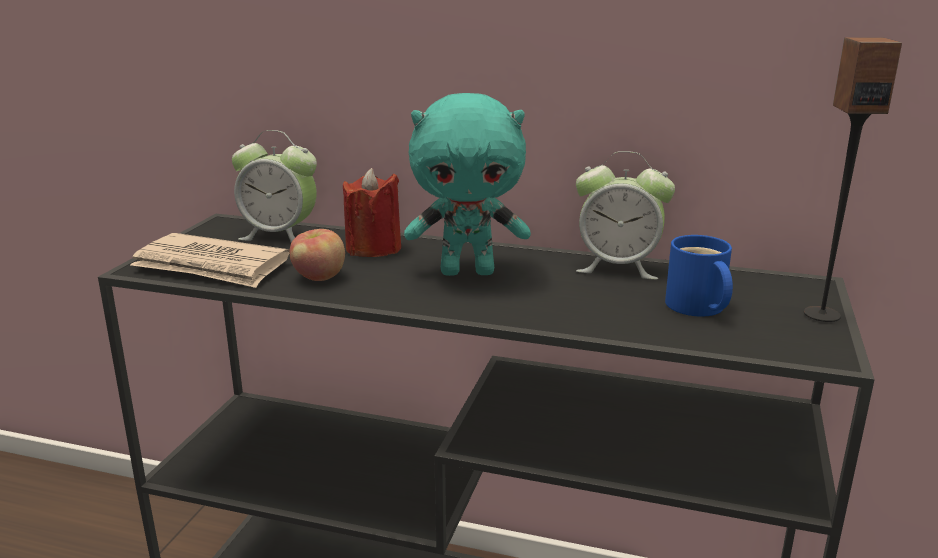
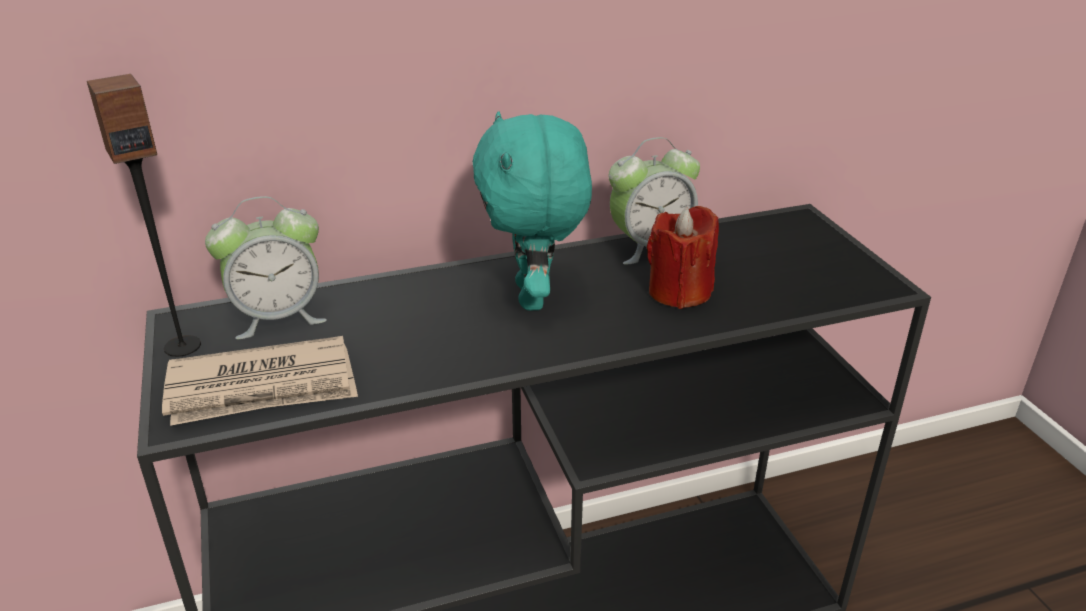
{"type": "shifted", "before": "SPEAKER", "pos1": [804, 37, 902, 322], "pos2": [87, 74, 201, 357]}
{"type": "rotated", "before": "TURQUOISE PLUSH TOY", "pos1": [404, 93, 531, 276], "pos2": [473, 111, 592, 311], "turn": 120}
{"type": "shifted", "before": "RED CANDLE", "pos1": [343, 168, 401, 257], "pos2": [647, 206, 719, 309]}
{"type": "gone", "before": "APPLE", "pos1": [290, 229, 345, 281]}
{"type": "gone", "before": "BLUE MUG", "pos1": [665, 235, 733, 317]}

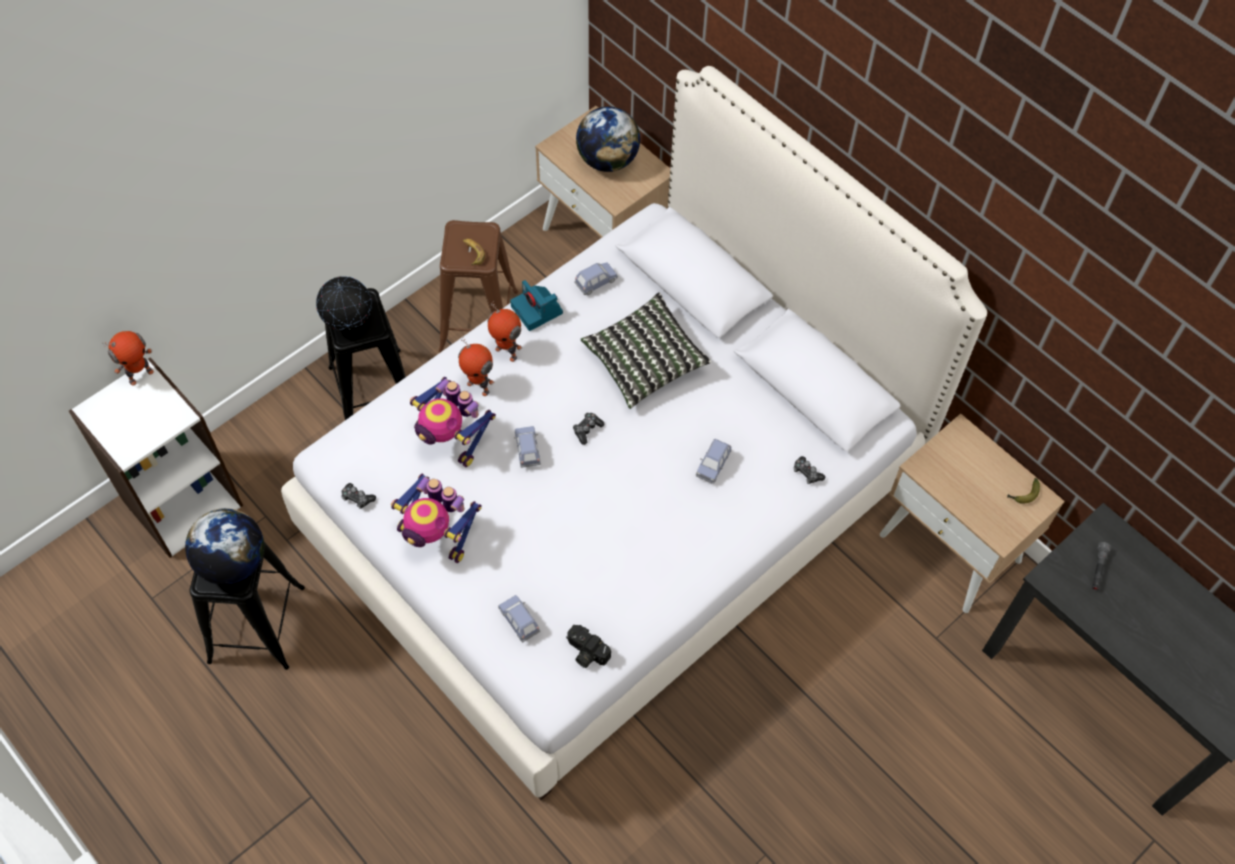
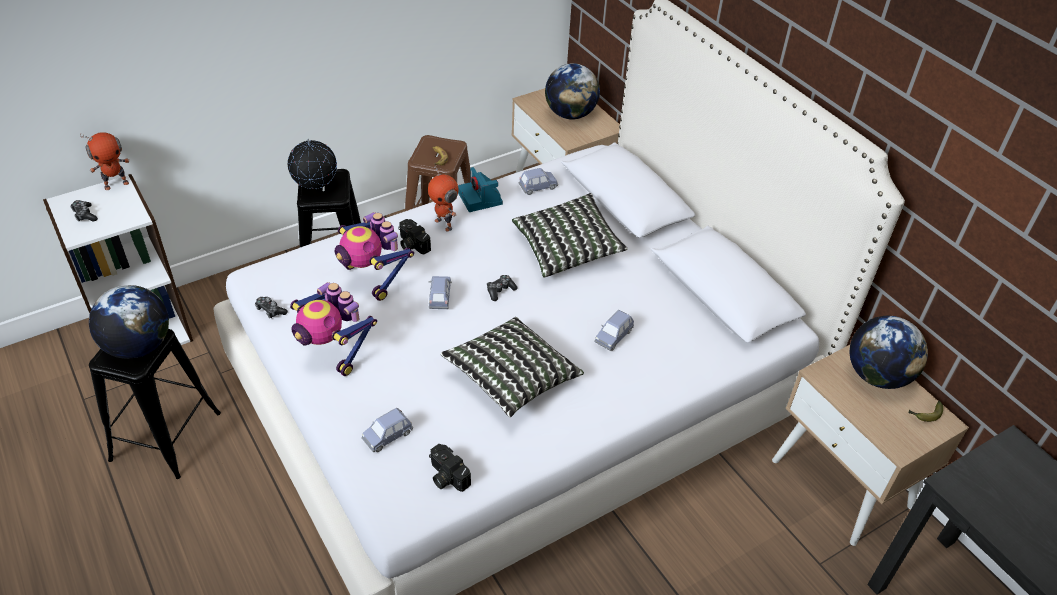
{"type": "shifted", "before": "GAME CONTROLLER", "pos1": [794, 456, 825, 484], "pos2": [70, 200, 98, 222]}
{"type": "rotated", "before": "BLUE TOY CAR", "pos1": [498, 595, 540, 642], "pos2": [361, 408, 413, 452], "turn": -105}
{"type": "swapped", "before": "TOY ROBOT", "after": "PHOTO CAMERA", "pos1": [458, 337, 495, 396], "pos2": [398, 219, 431, 255]}
{"type": "new", "after": "PILLOW", "pos2": [440, 317, 584, 418]}
{"type": "new", "after": "GLOBE", "pos2": [850, 316, 928, 389]}
{"type": "gone", "before": "GREY FLASHLIGHT", "pos1": [1092, 542, 1111, 590]}

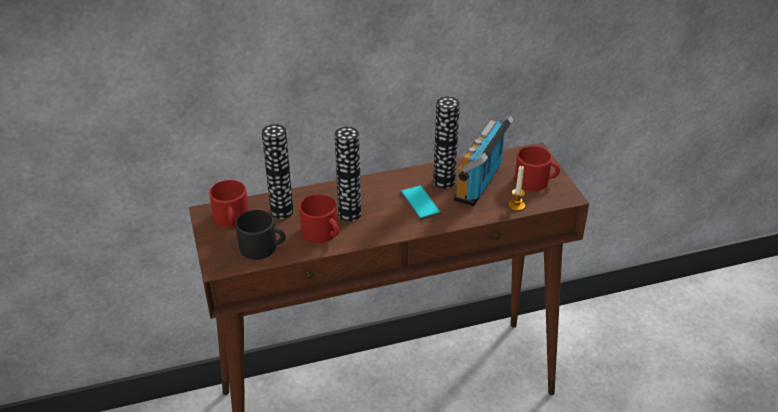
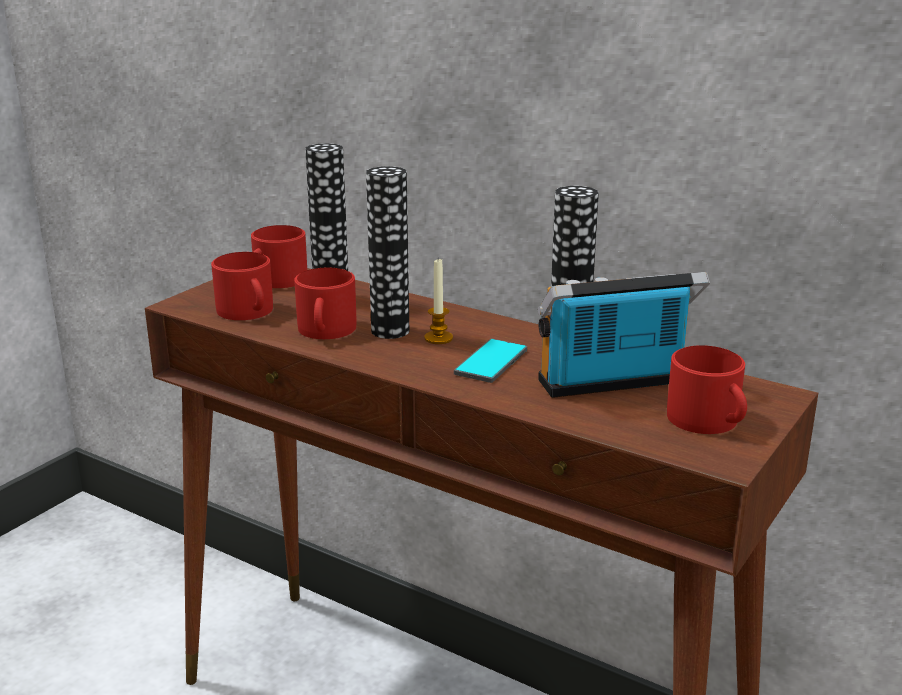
{"type": "repainted", "before": "BLACK MUG", "after": "RED MUG", "pos1": [236, 210, 285, 260], "pos2": [211, 252, 273, 320]}
{"type": "shifted", "before": "CANDLE", "pos1": [508, 166, 525, 211], "pos2": [424, 259, 453, 344]}

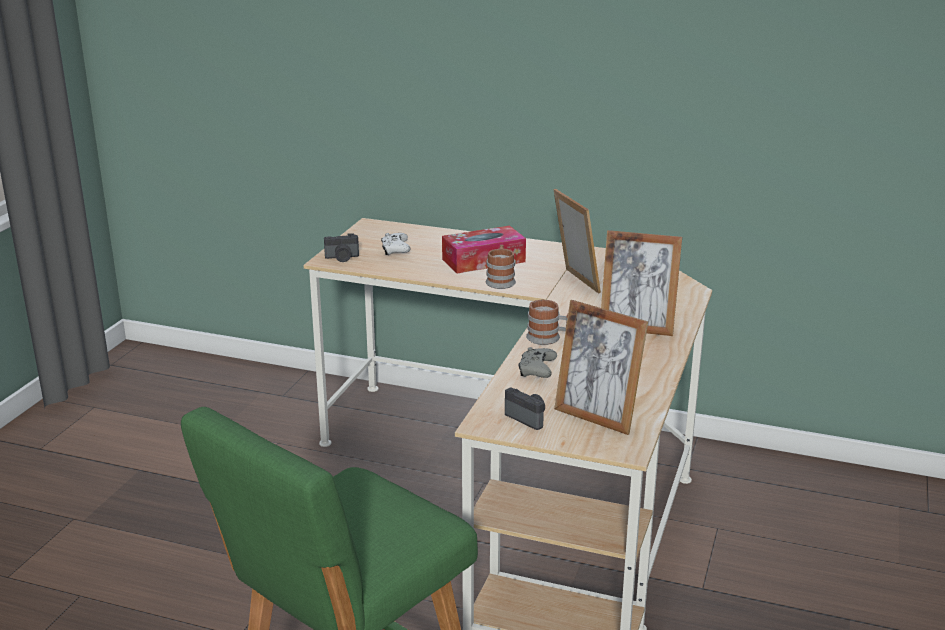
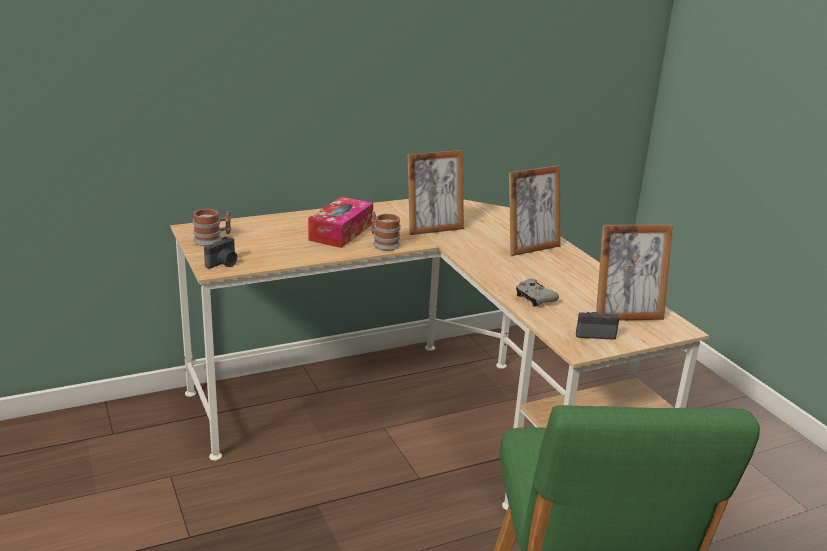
{"type": "shifted", "before": "MUG", "pos1": [526, 299, 568, 345], "pos2": [193, 209, 231, 246]}
{"type": "rotated", "before": "PICTURE FRAME", "pos1": [553, 189, 601, 294], "pos2": [407, 150, 464, 235], "turn": 135}
{"type": "gone", "before": "WHITE GAME CONTROLLER", "pos1": [381, 233, 411, 255]}

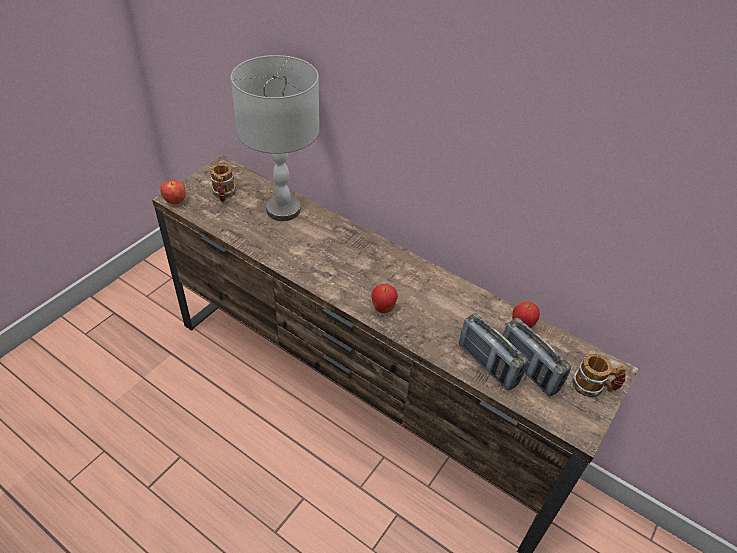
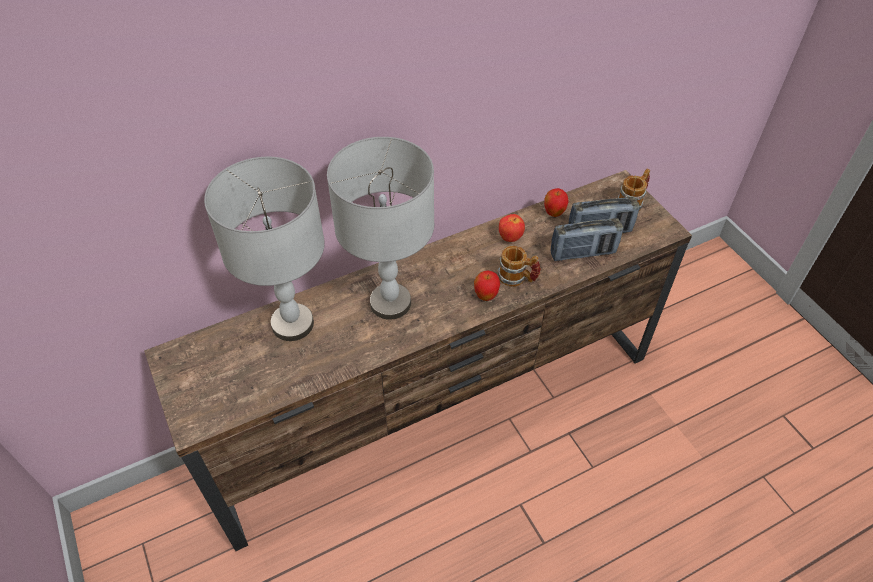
{"type": "new", "after": "GREY TABLE LAMP", "pos2": [327, 137, 434, 320]}
{"type": "shifted", "before": "MUG", "pos1": [210, 163, 236, 202], "pos2": [498, 246, 541, 287]}
{"type": "shifted", "before": "APPLE", "pos1": [160, 179, 186, 204], "pos2": [499, 214, 525, 242]}

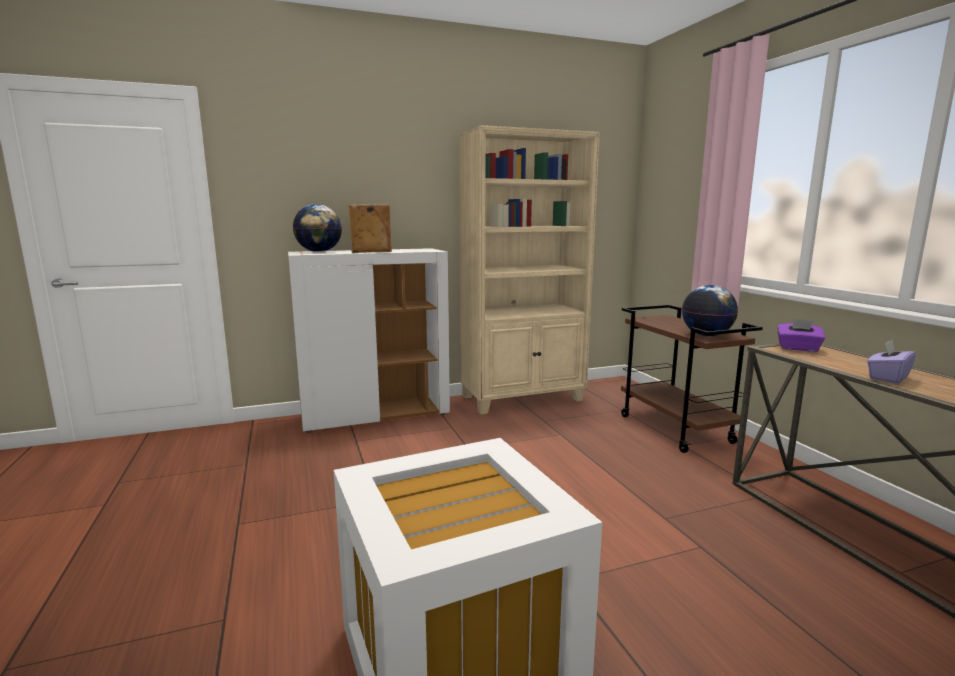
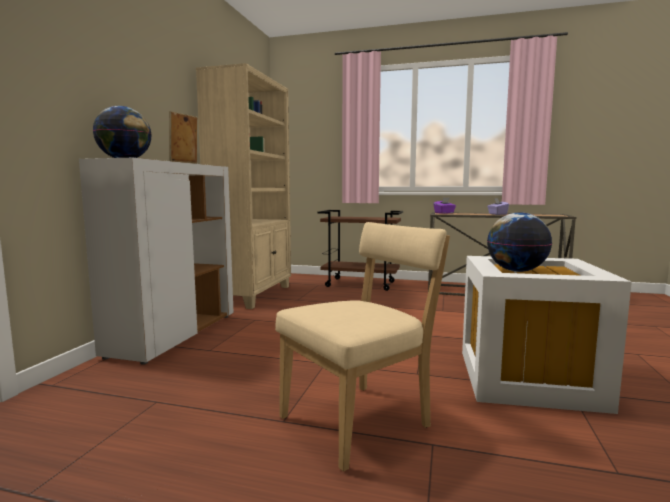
{"type": "new", "after": "BEIGE CHAIR", "pos2": [275, 222, 450, 472]}
{"type": "shifted", "before": "GLOBE", "pos1": [682, 285, 738, 336], "pos2": [487, 212, 552, 272]}

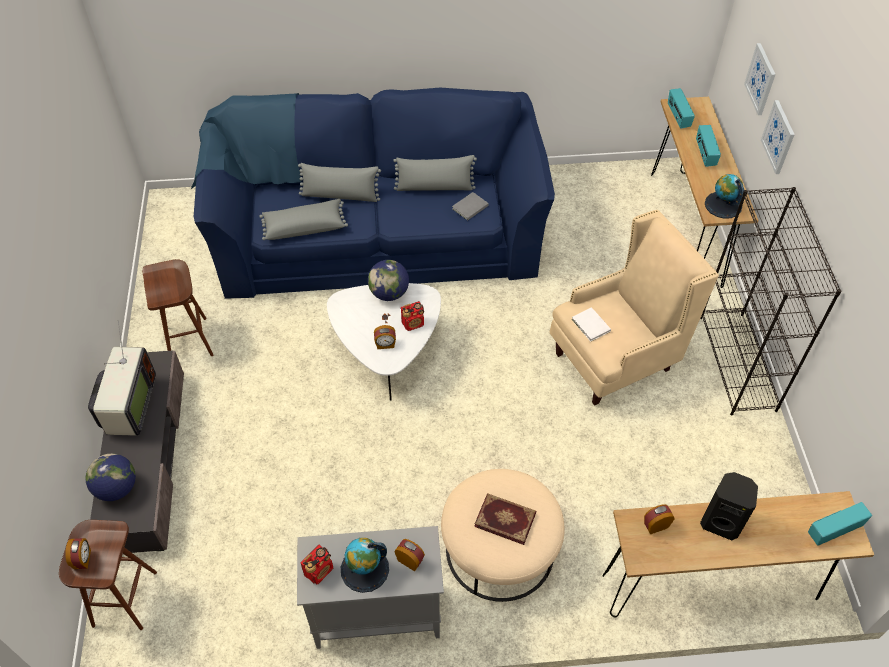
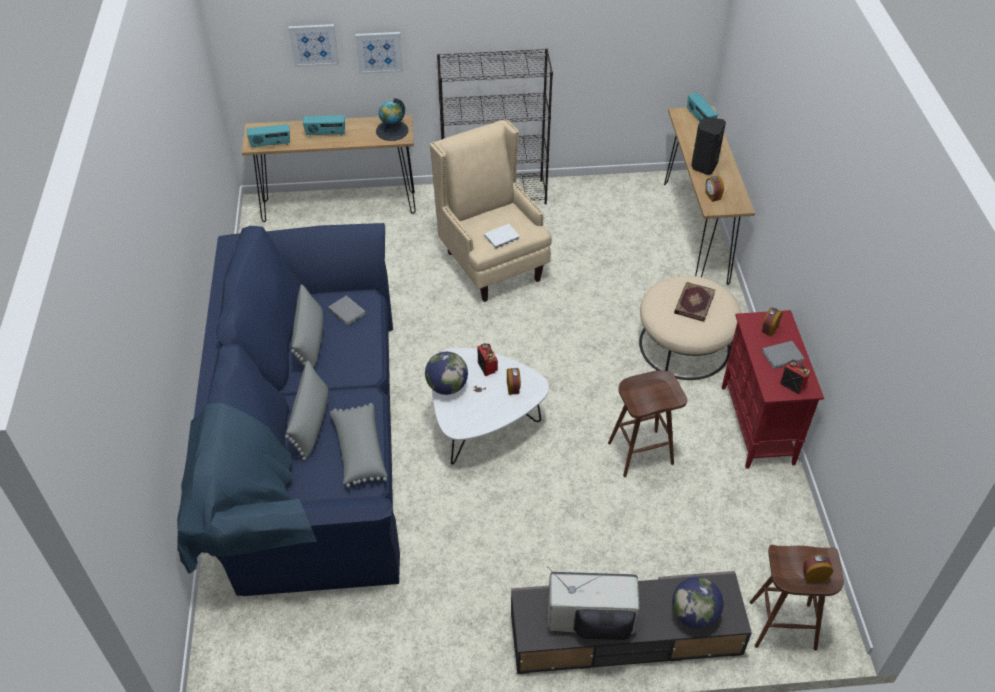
{"type": "shifted", "before": "BROWN STOOL", "pos1": [142, 259, 213, 356], "pos2": [608, 370, 687, 477]}
{"type": "repainted", "before": "GREY CABINET", "after": "RED CABINET", "pos1": [297, 526, 444, 649], "pos2": [722, 310, 824, 469]}
{"type": "swapped", "before": "GLOBE", "after": "GREY BOOK", "pos1": [341, 538, 389, 593], "pos2": [762, 341, 805, 369]}

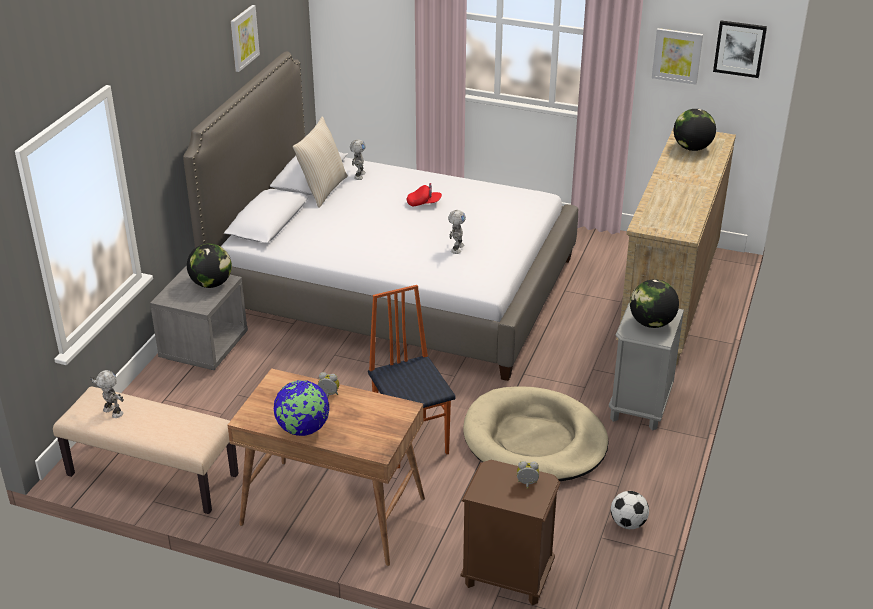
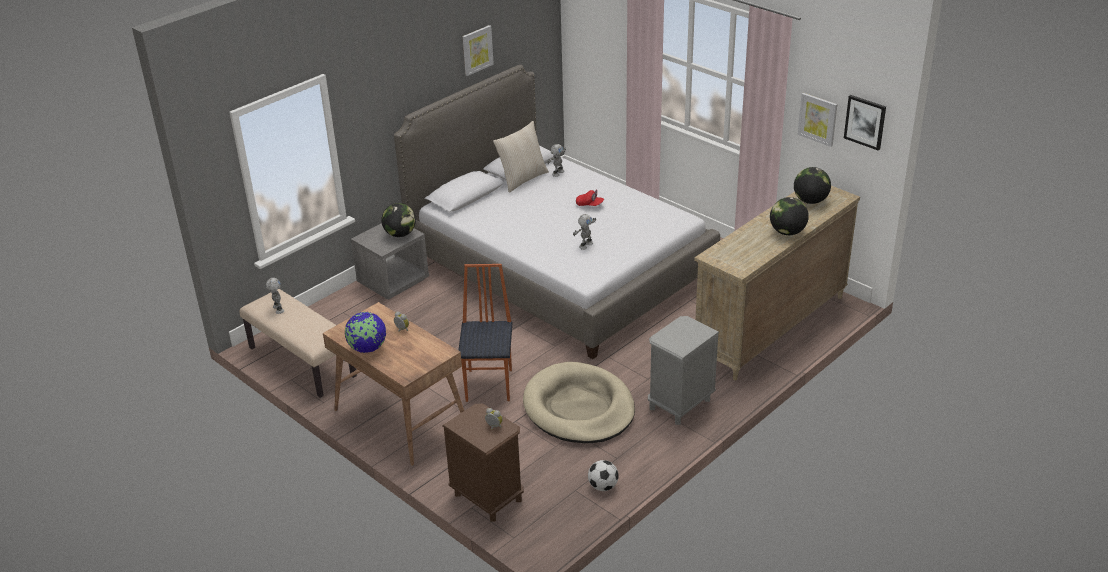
{"type": "shifted", "before": "GLOBE", "pos1": [630, 279, 679, 328], "pos2": [770, 197, 809, 235]}

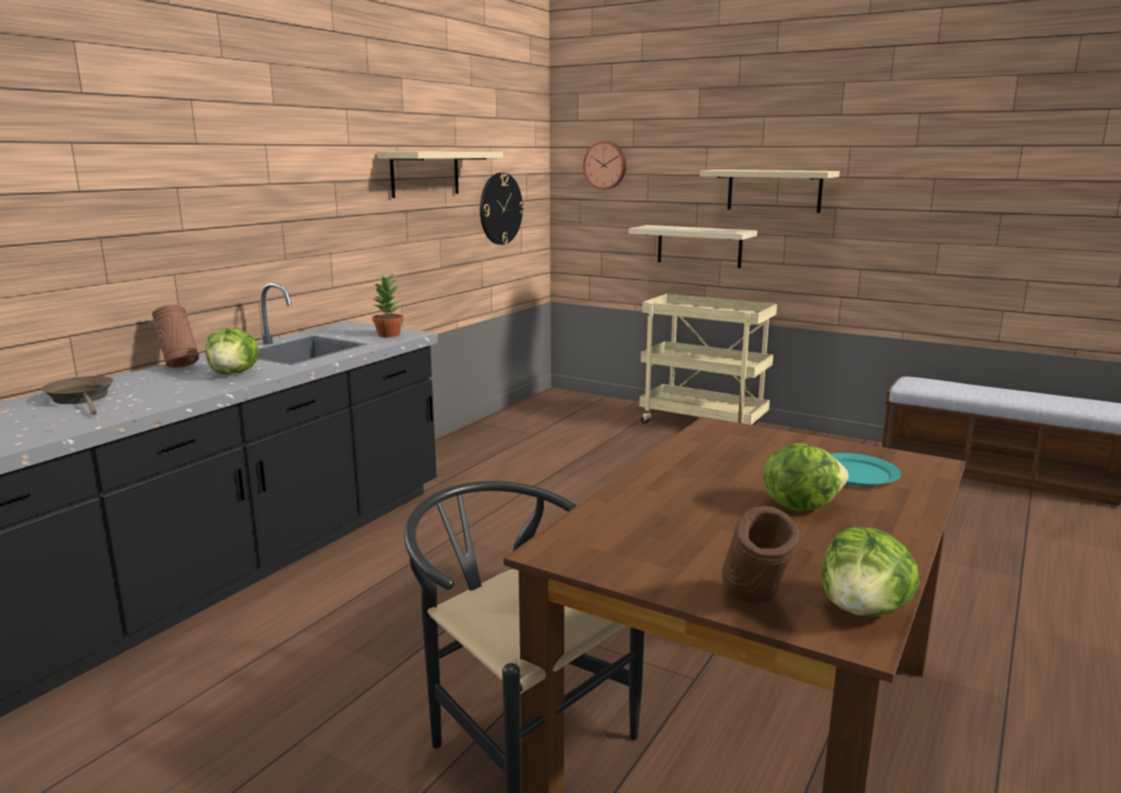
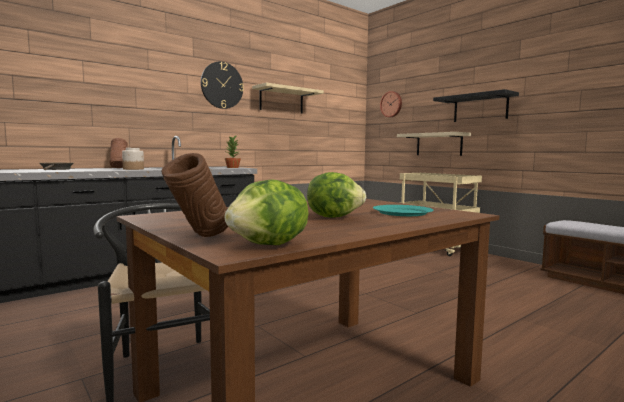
{"type": "swapped", "before": "LETTUCE", "after": "JAR", "pos1": [205, 328, 259, 375], "pos2": [122, 148, 144, 170]}
{"type": "shifted", "before": "WALL CLOCK", "pos1": [480, 173, 524, 245], "pos2": [201, 61, 244, 109]}
{"type": "repainted", "before": "BEIGE SHELF", "after": "BLACK SHELF", "pos1": [700, 170, 840, 213], "pos2": [433, 89, 519, 122]}

